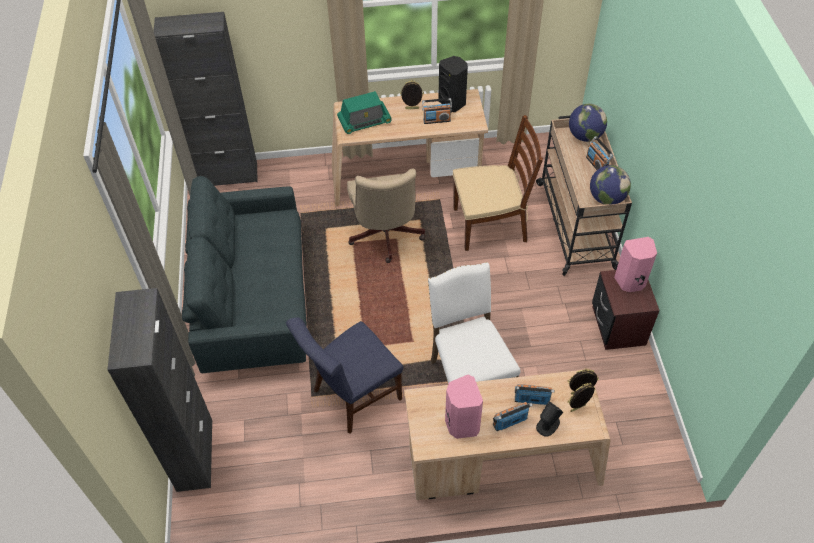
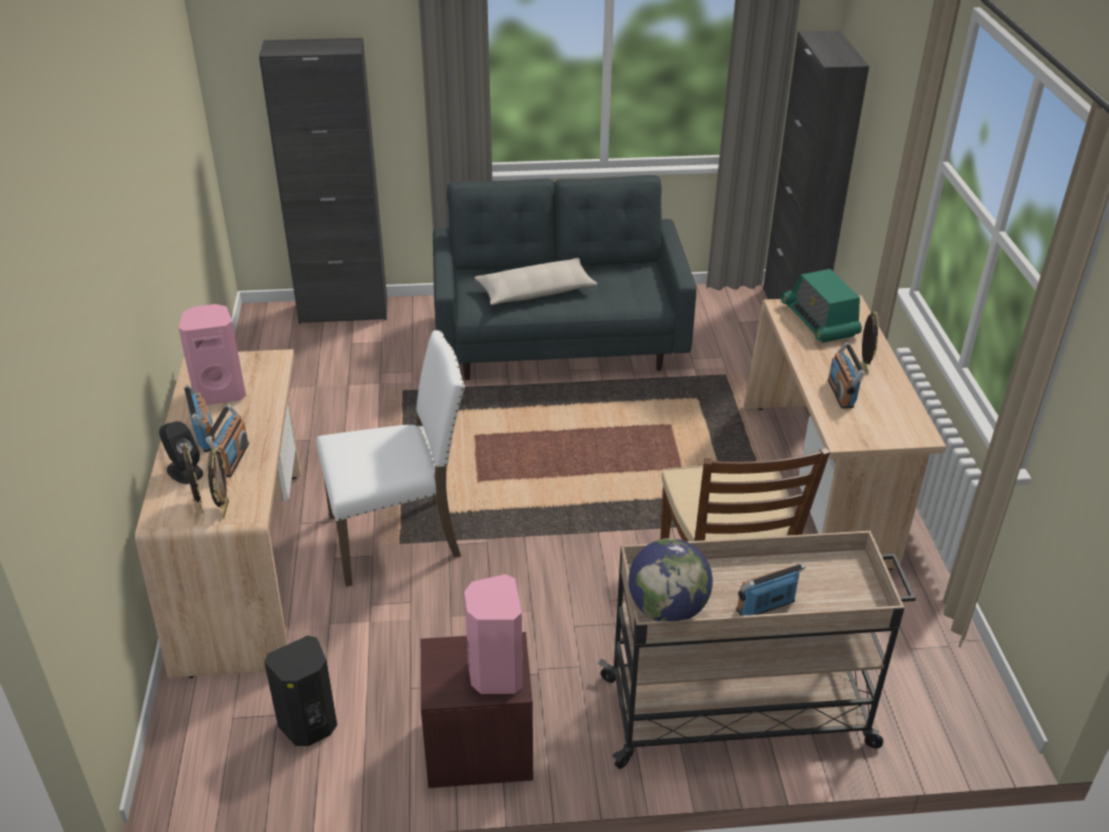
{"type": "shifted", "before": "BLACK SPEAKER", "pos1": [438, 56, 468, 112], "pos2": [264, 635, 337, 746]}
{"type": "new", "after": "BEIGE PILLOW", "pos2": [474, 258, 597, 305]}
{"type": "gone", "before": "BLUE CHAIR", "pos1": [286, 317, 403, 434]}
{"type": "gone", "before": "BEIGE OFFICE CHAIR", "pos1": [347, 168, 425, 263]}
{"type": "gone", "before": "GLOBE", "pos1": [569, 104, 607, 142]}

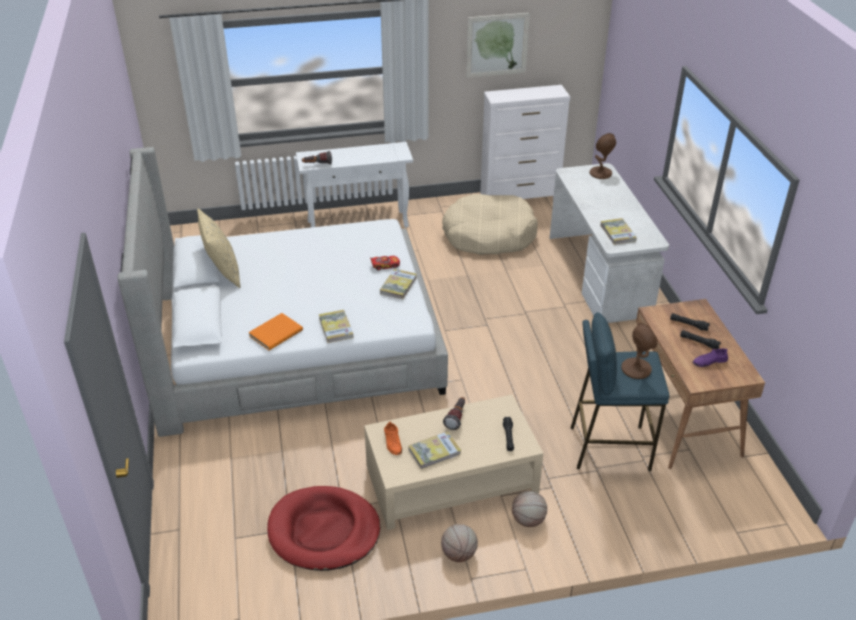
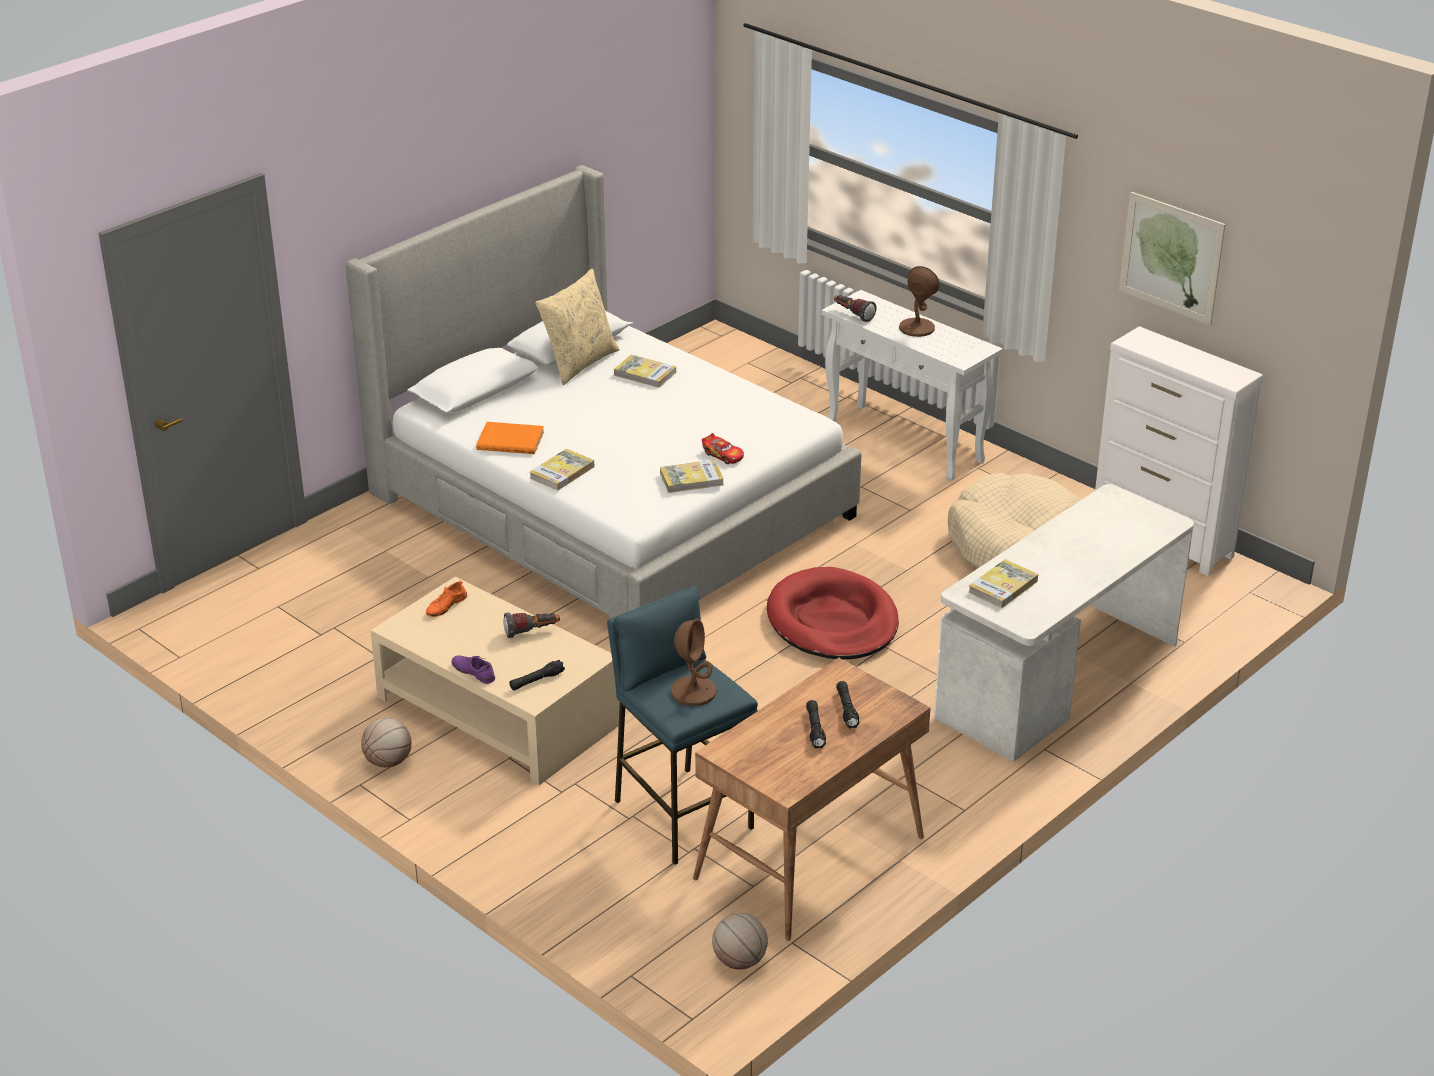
{"type": "shifted", "before": "PURPLE SHOE", "pos1": [693, 348, 728, 367], "pos2": [452, 655, 495, 684]}
{"type": "shifted", "before": "BOOK", "pos1": [409, 431, 461, 469], "pos2": [614, 355, 676, 388]}
{"type": "shifted", "before": "BASKETBALL", "pos1": [512, 491, 547, 527], "pos2": [712, 913, 768, 970]}
{"type": "shifted", "before": "RED DOG BED", "pos1": [267, 486, 380, 571], "pos2": [767, 567, 899, 659]}
{"type": "shifted", "before": "BROWN TABLE LAMP", "pos1": [589, 133, 616, 179], "pos2": [899, 266, 940, 337]}

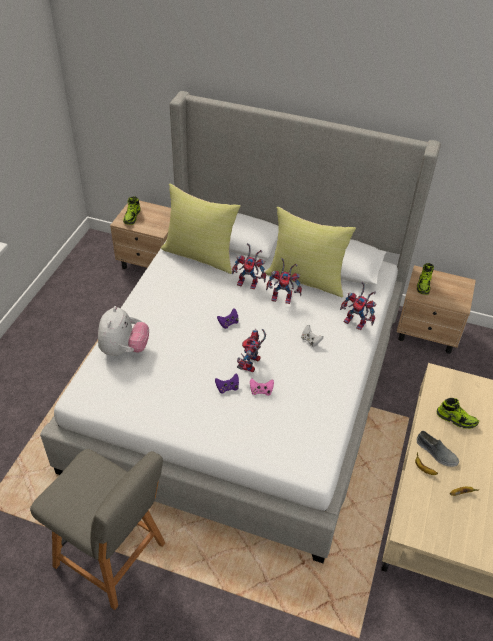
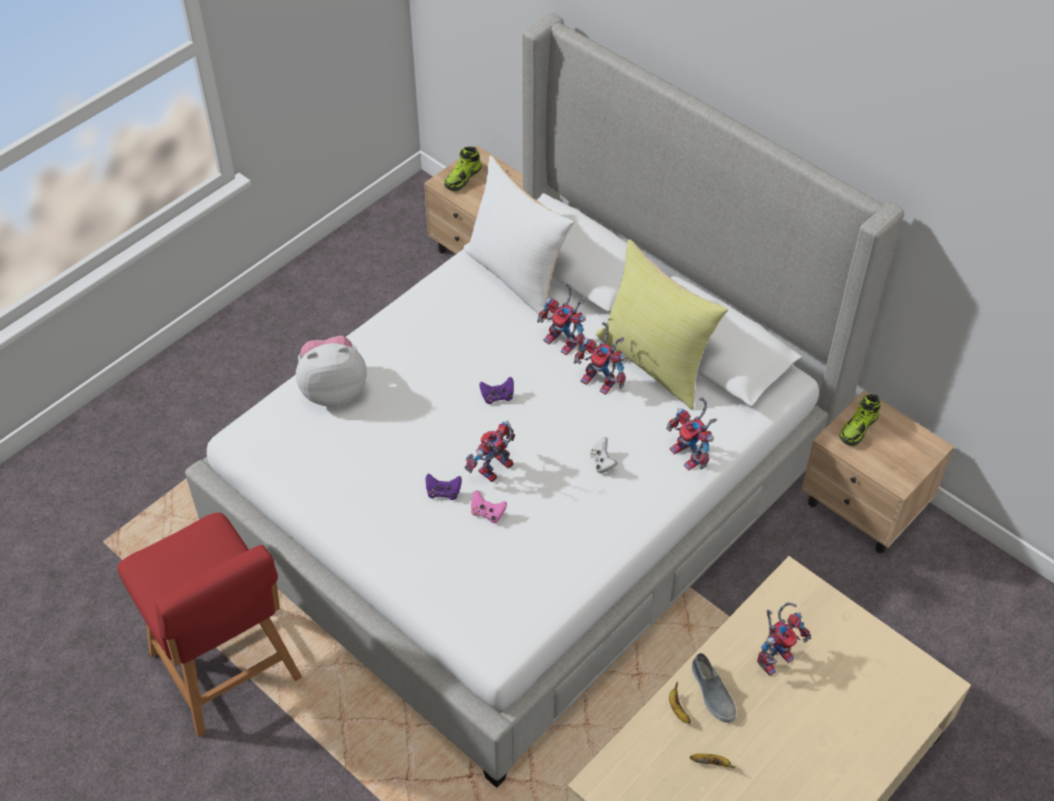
{"type": "repainted", "before": "GREY CHAIR", "after": "RED CHAIR", "pos1": [30, 449, 165, 610], "pos2": [118, 512, 302, 737]}
{"type": "rotated", "before": "PLUSH TOY", "pos1": [98, 306, 149, 356], "pos2": [296, 336, 367, 407], "turn": -135}
{"type": "repainted", "before": "YELLOW PILLOW", "after": "WHITE PILLOW", "pos1": [161, 184, 241, 274], "pos2": [464, 156, 574, 320]}
{"type": "swapped", "before": "SHOE", "after": "TOY ROBOT", "pos1": [437, 398, 479, 429], "pos2": [757, 602, 811, 676]}

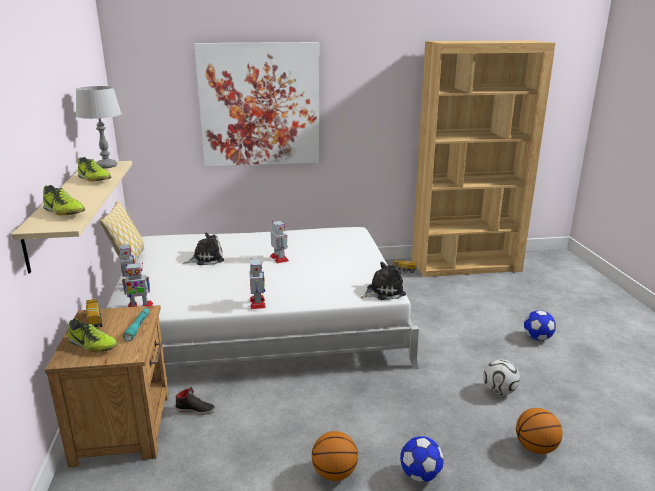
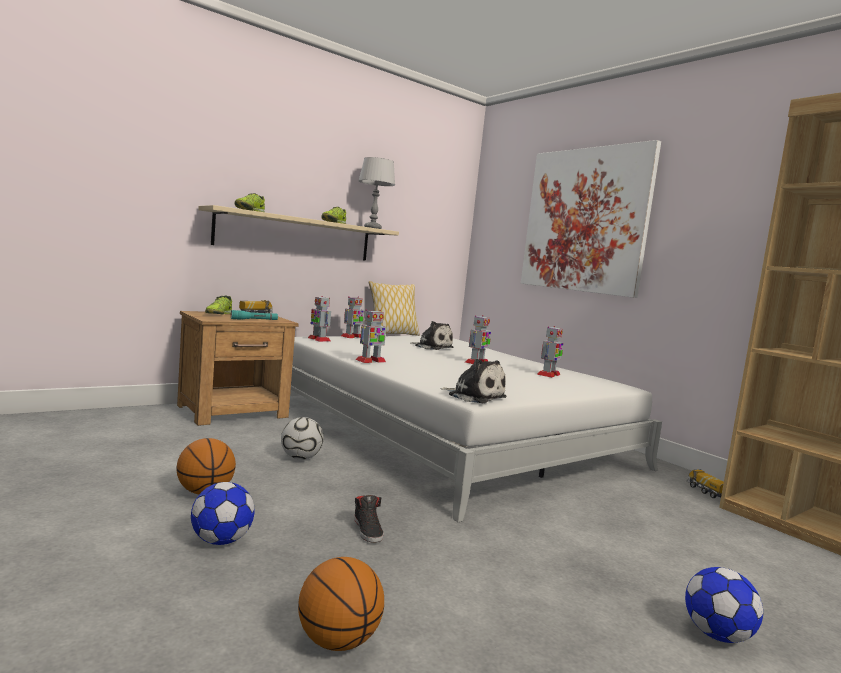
{"type": "shifted", "before": "FOOTBALL", "pos1": [483, 359, 520, 395], "pos2": [281, 417, 324, 460]}
{"type": "shifted", "before": "BLACK SHOE", "pos1": [176, 387, 215, 415], "pos2": [354, 495, 384, 542]}
{"type": "new", "after": "TOY ROBOT", "pos2": [537, 326, 563, 378]}

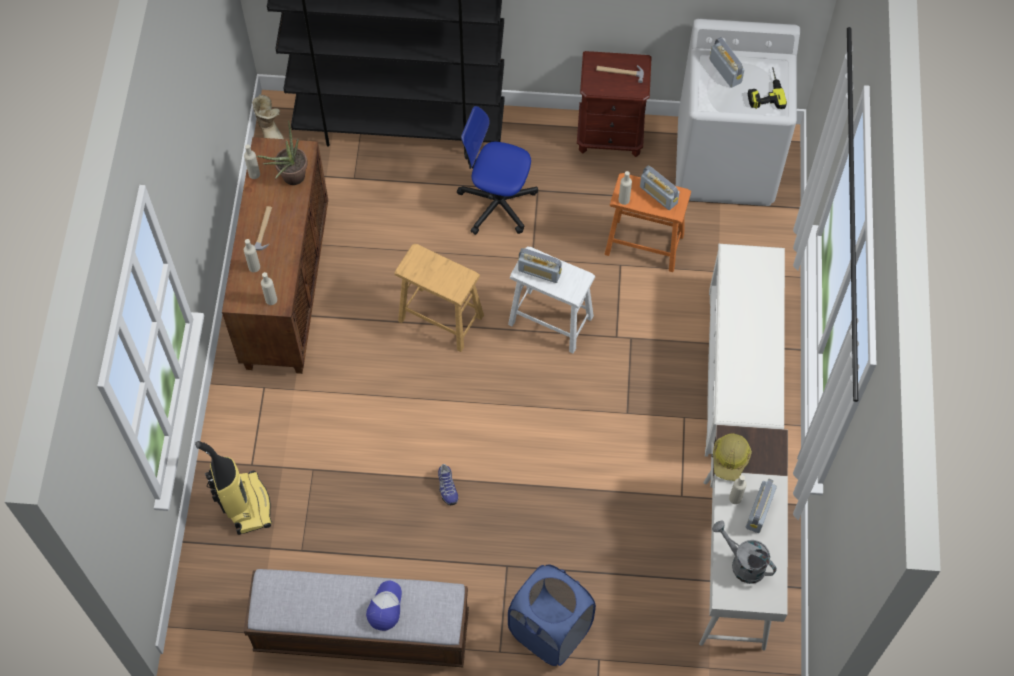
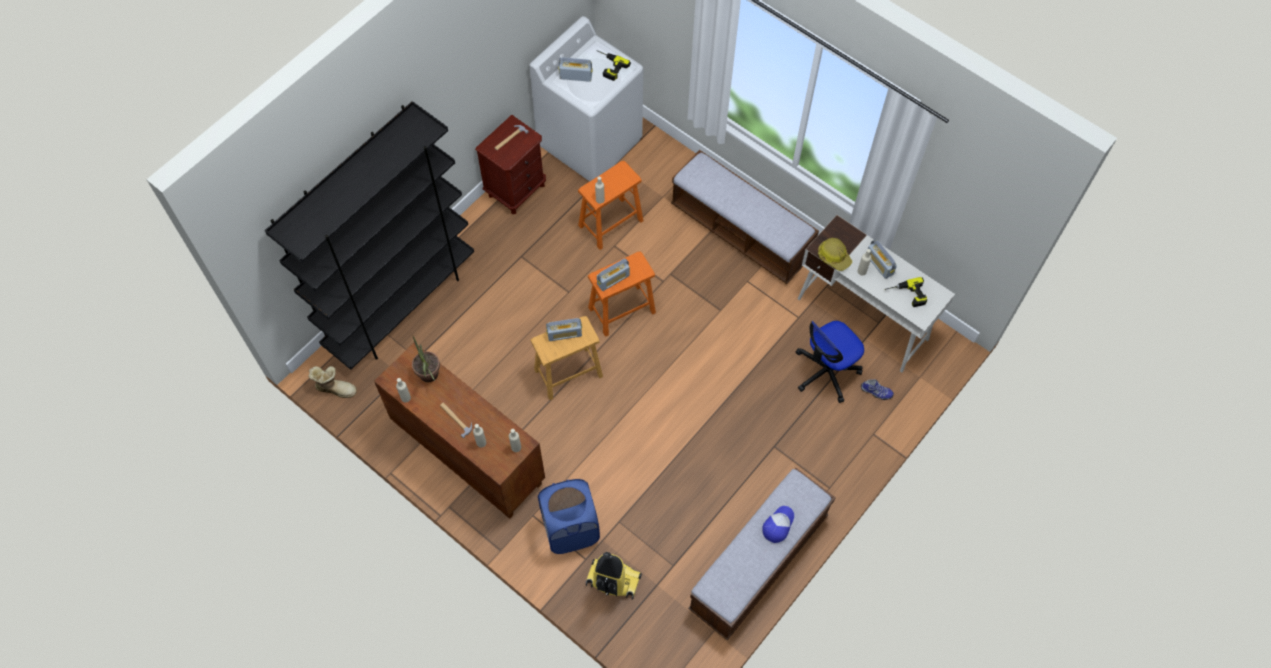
{"type": "shifted", "before": "BLUE LAUNDRY BASKET", "pos1": [508, 565, 596, 666], "pos2": [538, 479, 600, 554]}
{"type": "shifted", "before": "RADIO", "pos1": [640, 165, 680, 210], "pos2": [546, 318, 582, 341]}
{"type": "repainted", "before": "WHITE STOOL", "after": "ORANGE STOOL", "pos1": [508, 247, 595, 353], "pos2": [588, 252, 656, 337]}
{"type": "swapped", "before": "WHITE SHOE RACK", "after": "BENCH", "pos1": [705, 244, 785, 457], "pos2": [671, 150, 819, 284]}
{"type": "rotated", "before": "CAP", "pos1": [366, 581, 402, 631], "pos2": [762, 506, 794, 543], "turn": 75}
{"type": "shifted", "before": "OFFICE CHAIR", "pos1": [457, 106, 538, 235], "pos2": [796, 321, 864, 403]}
{"type": "shifted", "before": "SHOE", "pos1": [438, 464, 458, 505], "pos2": [861, 379, 894, 400]}
{"type": "swapped", "before": "GREY WATERING CAN", "after": "POWER DRILL", "pos1": [712, 520, 777, 584], "pos2": [885, 277, 927, 307]}

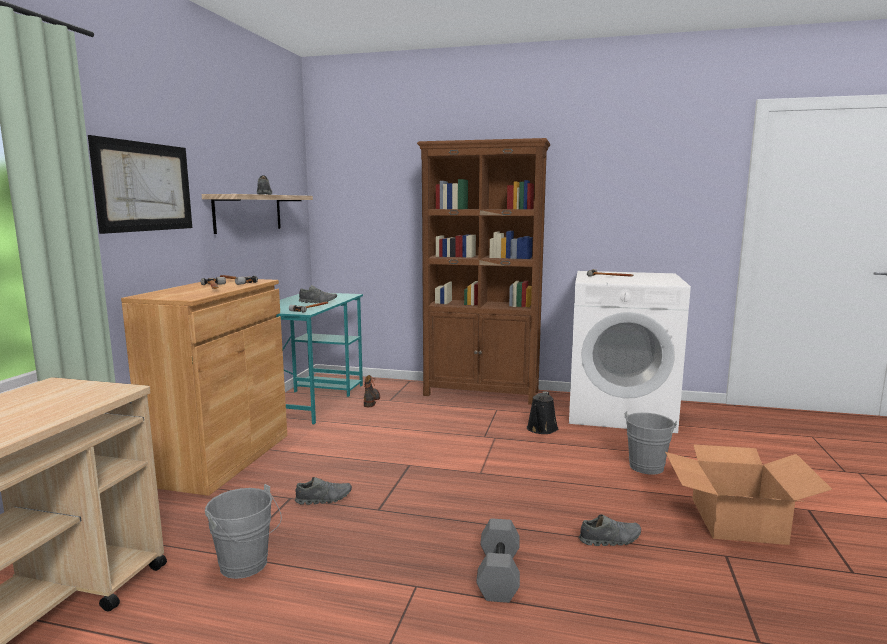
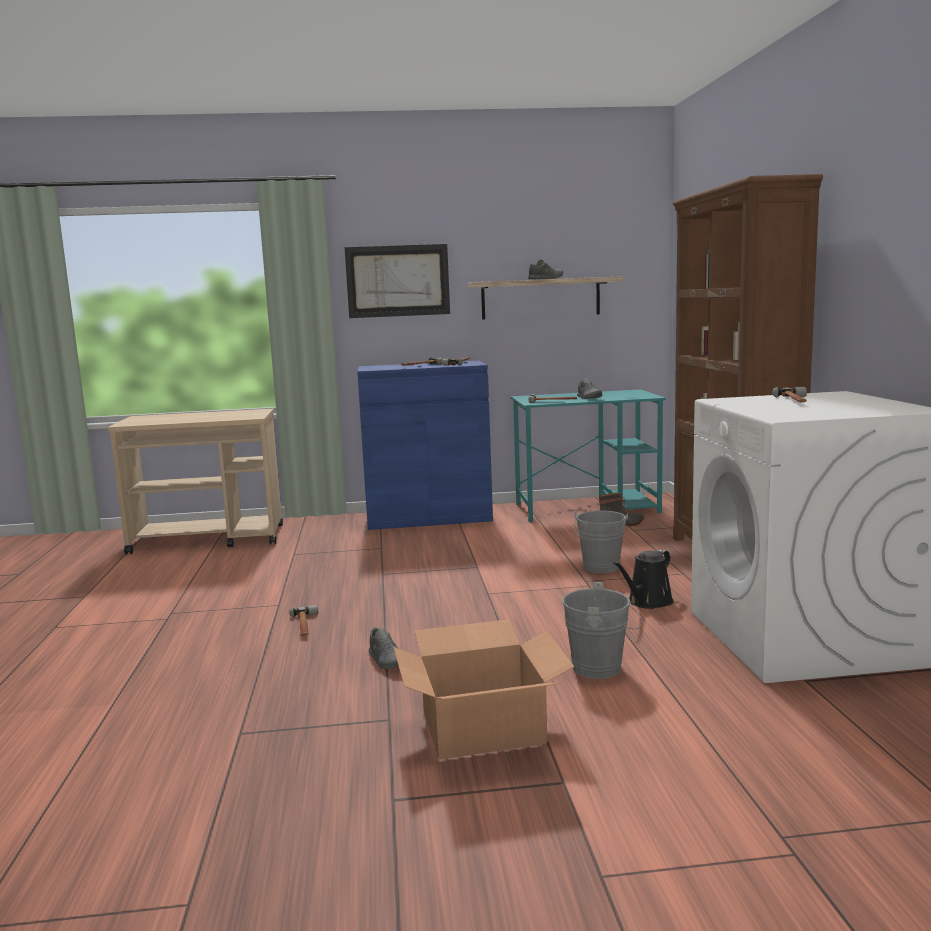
{"type": "swapped", "before": "GREY DUMBBELL", "after": "HAMMER", "pos1": [476, 518, 520, 603], "pos2": [289, 605, 319, 636]}
{"type": "repainted", "before": "BROWN CABINET", "after": "BLUE CABINET", "pos1": [121, 278, 287, 496], "pos2": [357, 361, 493, 530]}
{"type": "shifted", "before": "GREY BUCKET", "pos1": [205, 484, 282, 579], "pos2": [574, 511, 628, 573]}
{"type": "rotated", "before": "BLACK WATERING CAN", "pos1": [527, 392, 558, 434], "pos2": [613, 550, 674, 609], "turn": -45}
{"type": "gone", "before": "GREY SHOE", "pos1": [295, 477, 352, 505]}

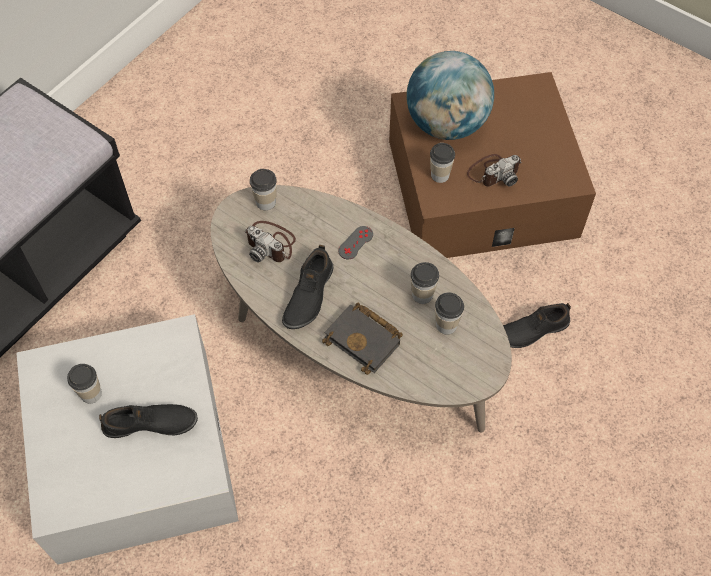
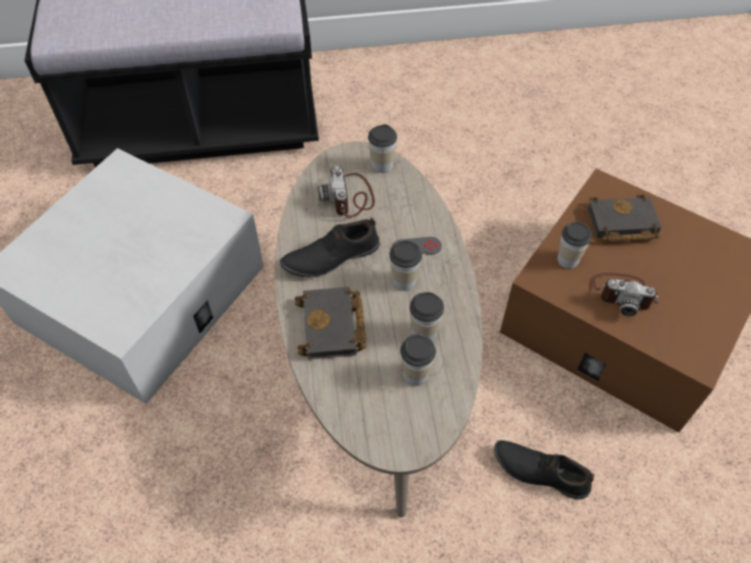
{"type": "shifted", "before": "CUP", "pos1": [67, 364, 102, 403], "pos2": [389, 240, 422, 291]}
{"type": "swapped", "before": "GLOBE", "after": "BLACK BOOK", "pos1": [406, 51, 494, 140], "pos2": [587, 194, 661, 242]}
{"type": "gone", "before": "BLACK SHOE", "pos1": [99, 404, 198, 438]}

